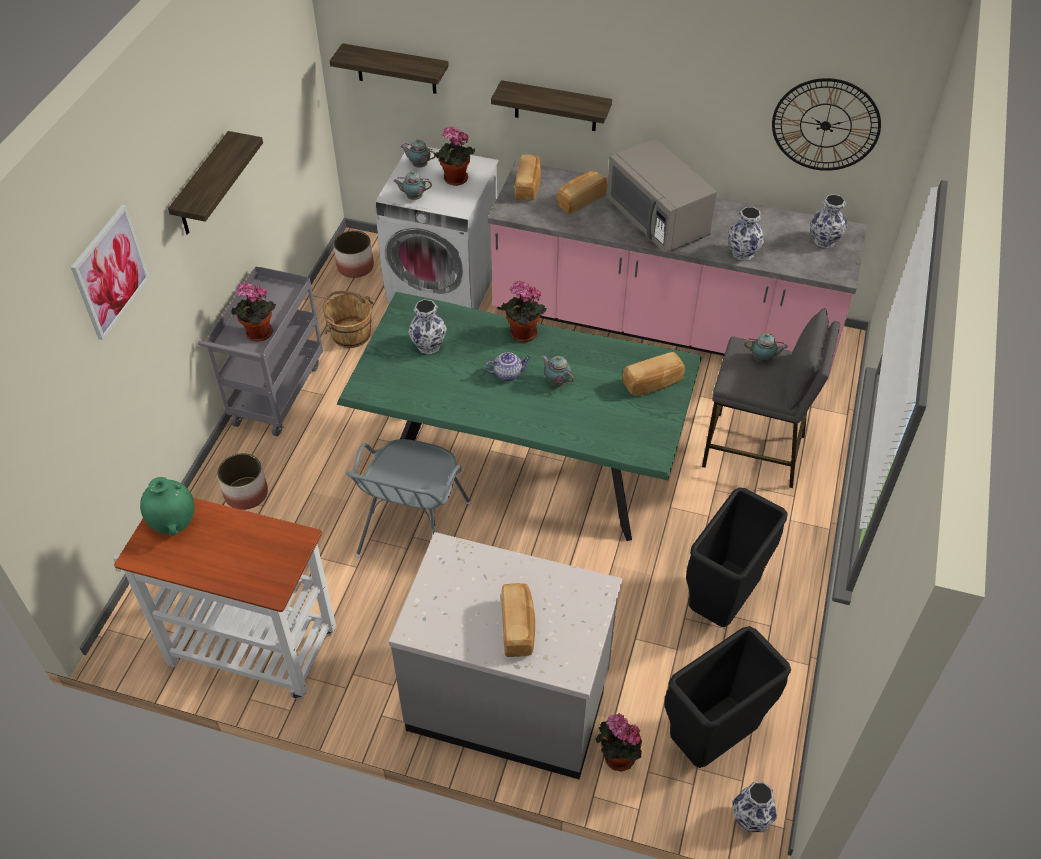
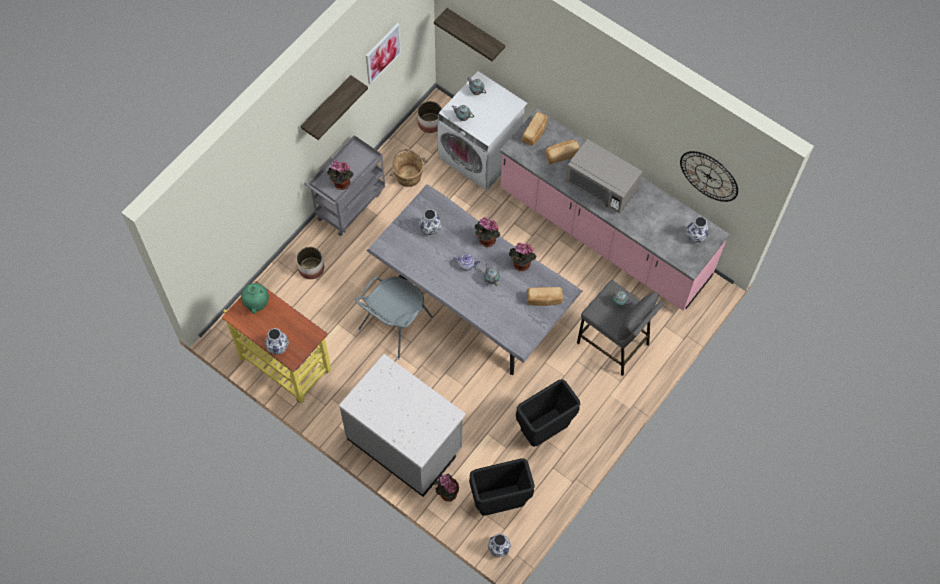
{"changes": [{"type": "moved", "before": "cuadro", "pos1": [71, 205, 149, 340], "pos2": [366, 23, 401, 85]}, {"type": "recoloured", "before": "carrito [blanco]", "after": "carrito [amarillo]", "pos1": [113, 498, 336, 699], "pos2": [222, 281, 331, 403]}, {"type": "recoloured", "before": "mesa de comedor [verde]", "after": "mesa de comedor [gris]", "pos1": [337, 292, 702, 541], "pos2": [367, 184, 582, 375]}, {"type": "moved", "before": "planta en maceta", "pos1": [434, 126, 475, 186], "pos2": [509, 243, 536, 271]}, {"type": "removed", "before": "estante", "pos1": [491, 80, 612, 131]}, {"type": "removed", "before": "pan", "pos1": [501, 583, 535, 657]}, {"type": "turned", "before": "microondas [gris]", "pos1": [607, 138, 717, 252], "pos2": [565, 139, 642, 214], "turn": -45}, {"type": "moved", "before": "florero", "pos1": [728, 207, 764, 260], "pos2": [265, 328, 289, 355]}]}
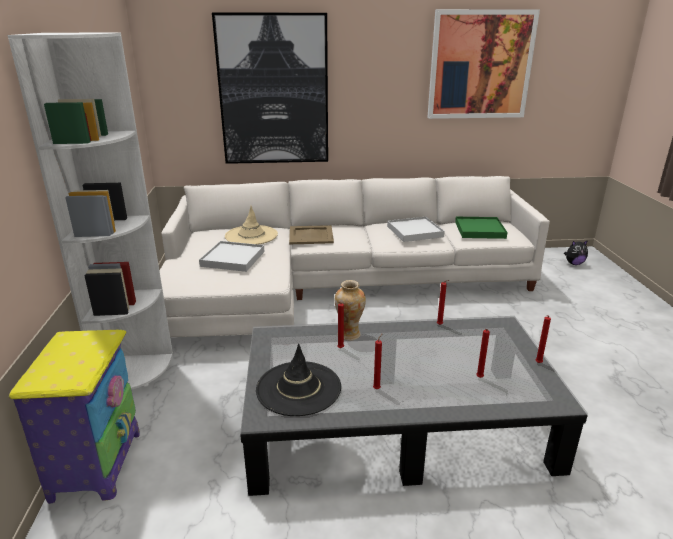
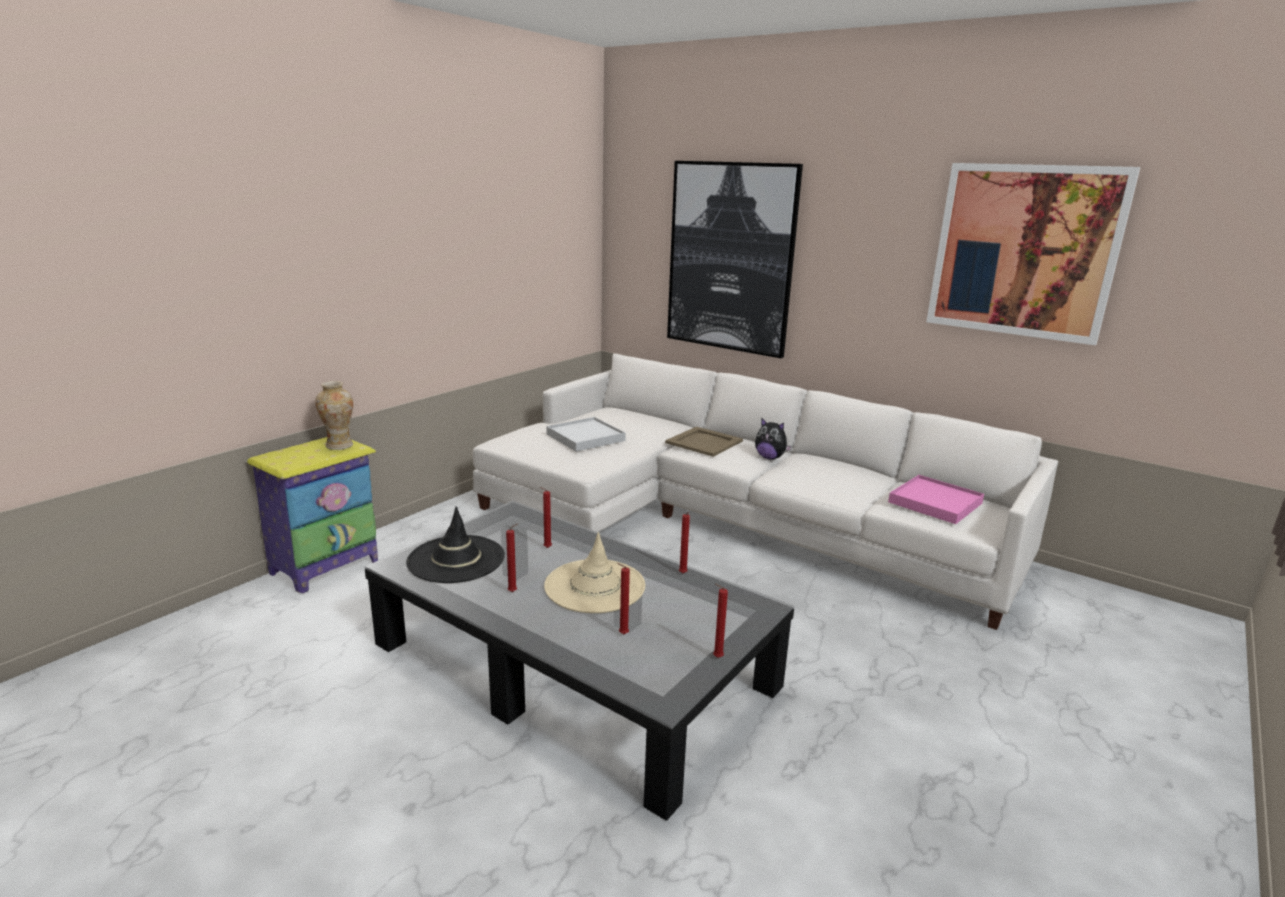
{"changes": [{"type": "removed", "before": "estantería [blanco]", "pos1": [7, 33, 173, 390]}, {"type": "moved", "before": "sombrero [beis]", "pos1": [225, 206, 278, 245], "pos2": [544, 532, 645, 613]}, {"type": "moved", "before": "florero", "pos1": [335, 280, 366, 341], "pos2": [315, 381, 353, 450]}, {"type": "removed", "before": "bandeja [blanco]", "pos1": [387, 217, 445, 242]}, {"type": "recoloured", "before": "bandeja [verde]", "after": "bandeja [rosa]", "pos1": [455, 217, 508, 239], "pos2": [888, 475, 984, 524]}, {"type": "moved", "before": "peluche", "pos1": [564, 240, 588, 265], "pos2": [755, 419, 792, 459]}]}
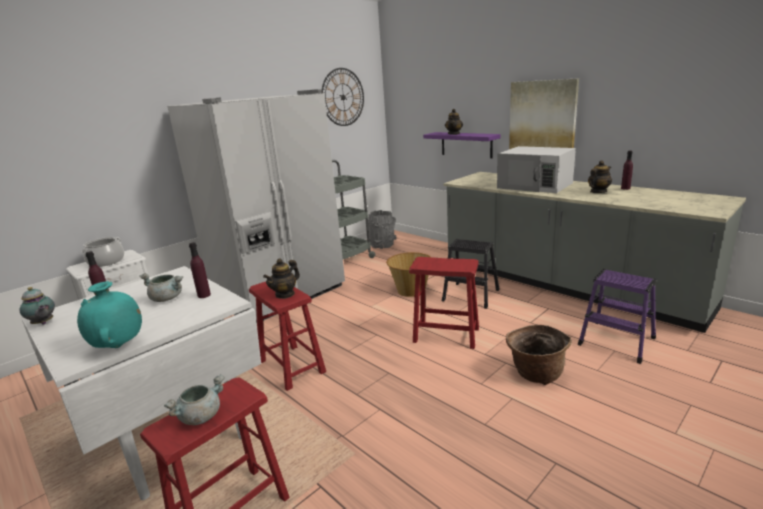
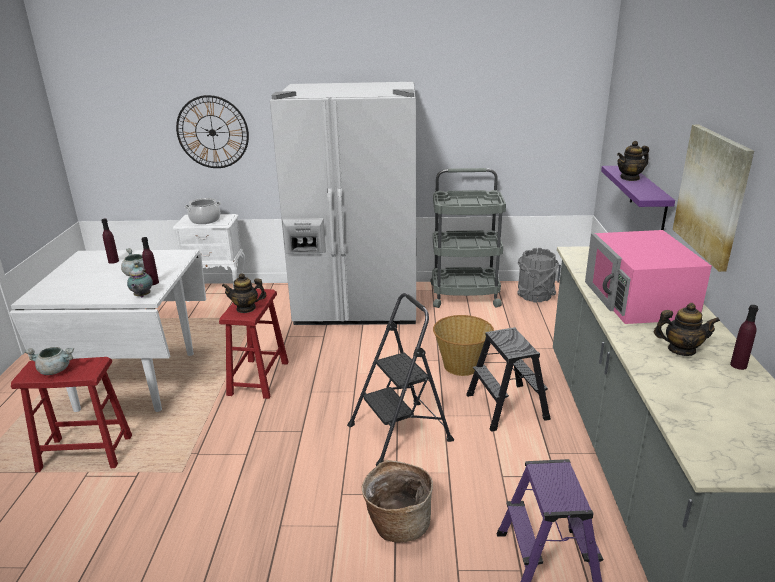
{"changes": [{"type": "moved", "before": "tetera", "pos1": [19, 287, 55, 324], "pos2": [127, 265, 153, 297]}, {"type": "removed", "before": "florero [turquesa]", "pos1": [77, 281, 142, 348]}, {"type": "moved", "before": "reloj de pared", "pos1": [322, 68, 364, 126], "pos2": [176, 95, 249, 168]}, {"type": "replaced", "before": "taburete [rojo]", "after": "escalera de tijera [negro]", "pos1": [409, 257, 479, 349], "pos2": [347, 293, 454, 466]}, {"type": "recoloured", "before": "microondas [blanco]", "after": "microondas [rosa]", "pos1": [497, 146, 576, 193], "pos2": [585, 230, 712, 324]}]}
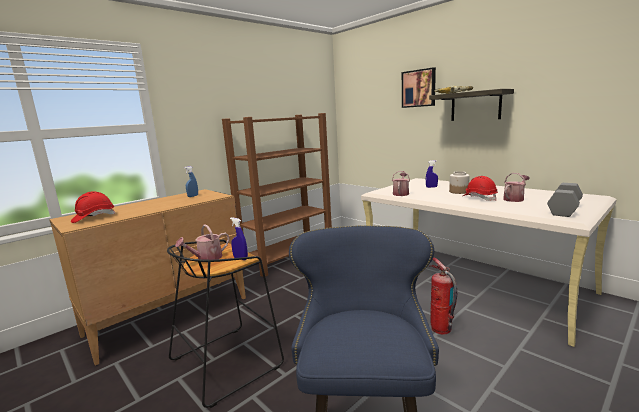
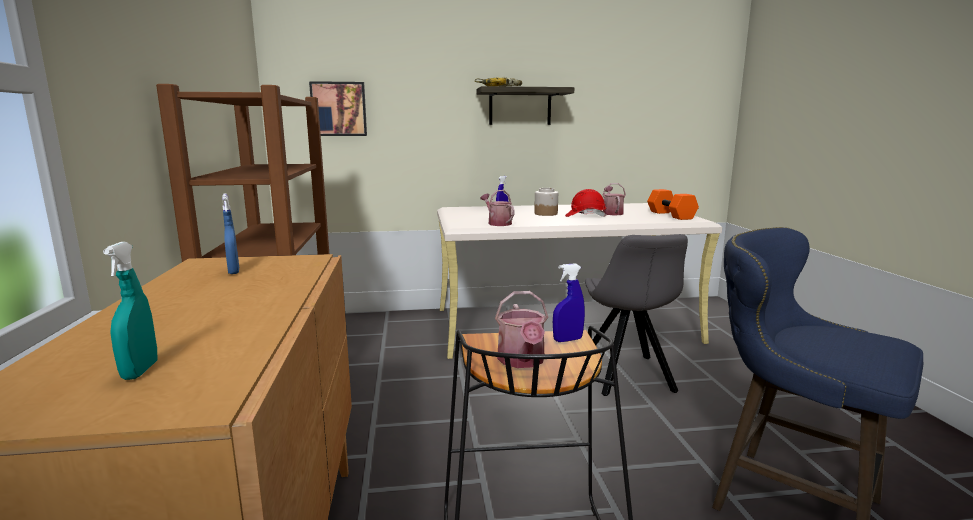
{"changes": [{"type": "replaced", "before": "casco [rojo]", "after": "pulverizador [turquesa]", "pos1": [71, 191, 116, 223], "pos2": [103, 242, 158, 380]}, {"type": "moved", "before": "cuadro", "pos1": [402, 67, 436, 108], "pos2": [309, 81, 367, 136]}, {"type": "replaced", "before": "extintor", "after": "silla [gris]", "pos1": [430, 257, 457, 334], "pos2": [585, 234, 688, 396]}, {"type": "recoloured", "before": "mancuerna [gris]", "after": "mancuerna [naranja]", "pos1": [547, 183, 583, 217], "pos2": [647, 189, 699, 220]}]}
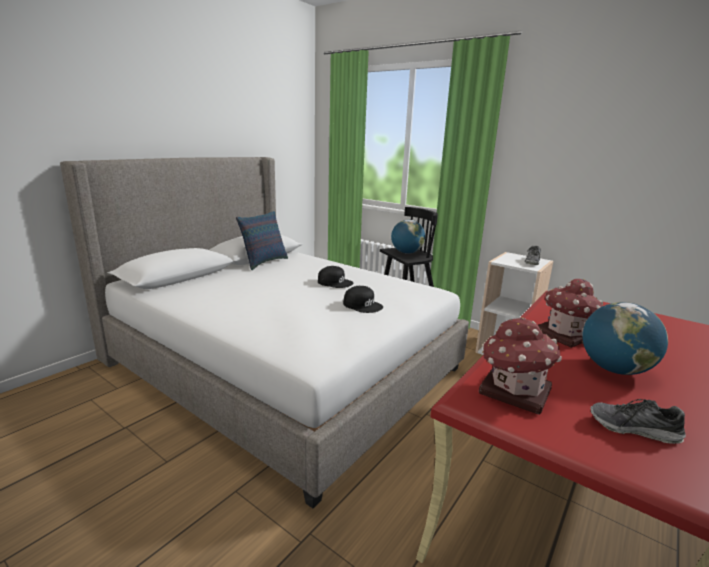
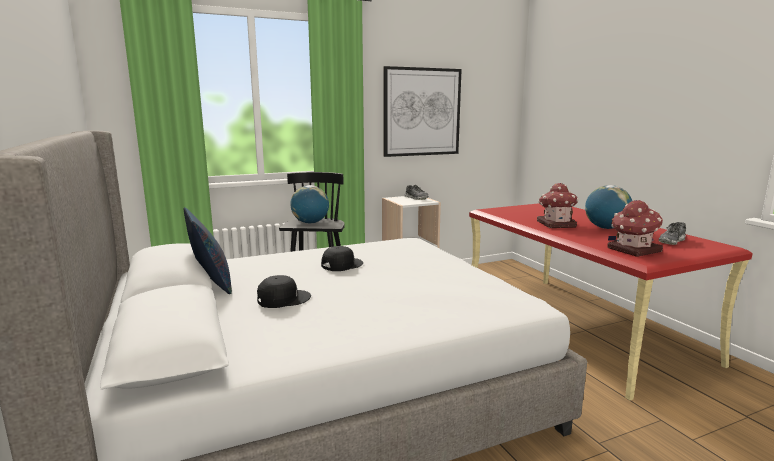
{"changes": [{"type": "moved", "before": "gorra [negro]", "pos1": [343, 286, 383, 313], "pos2": [257, 275, 311, 308]}, {"type": "added", "after": "cuadro", "pos2": [383, 66, 462, 157]}]}
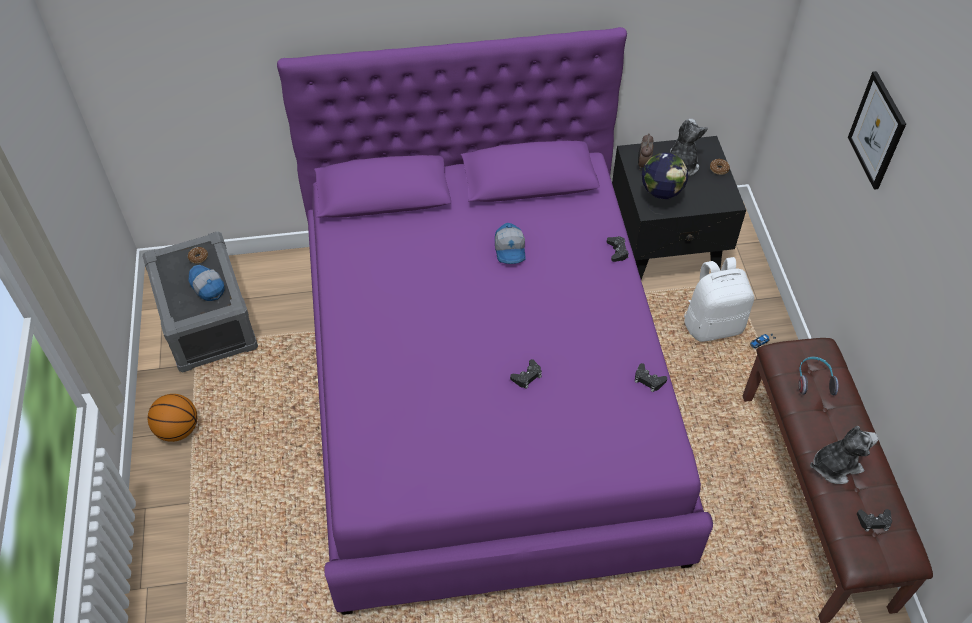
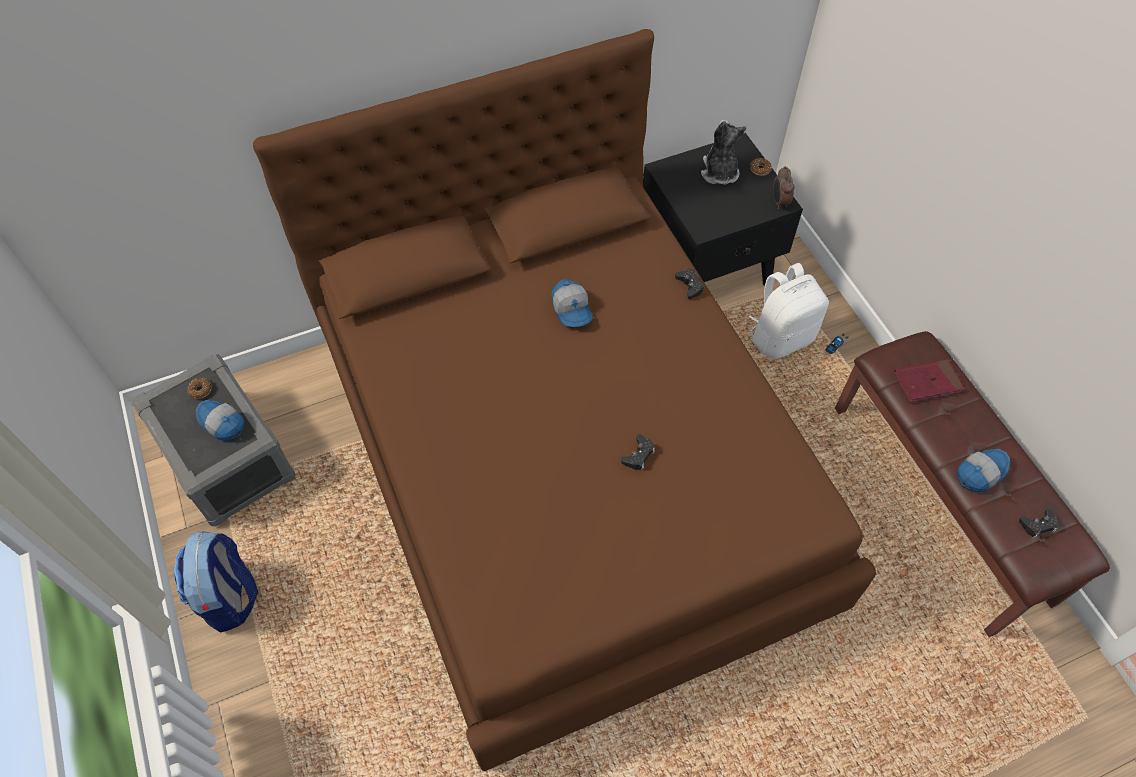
{"changes": [{"type": "replaced", "before": "balón de baloncesto", "after": "mochila", "pos1": [148, 394, 197, 442], "pos2": [174, 531, 258, 633]}, {"type": "recoloured", "before": "cama [morado]", "after": "cama [marrón]", "pos1": [277, 27, 713, 615], "pos2": [253, 29, 876, 771]}, {"type": "removed", "before": "mando de consola [negro]", "pos1": [635, 363, 667, 392]}, {"type": "moved", "before": "despertador", "pos1": [638, 133, 654, 170], "pos2": [773, 166, 795, 209]}, {"type": "removed", "before": "globo terráqueo", "pos1": [642, 152, 688, 215]}, {"type": "replaced", "before": "auriculares", "after": "libro [rojo]", "pos1": [798, 357, 839, 395], "pos2": [894, 359, 965, 403]}, {"type": "replaced", "before": "peluche", "after": "gorra", "pos1": [810, 426, 878, 484], "pos2": [957, 449, 1011, 493]}, {"type": "removed", "before": "cuadro", "pos1": [848, 71, 906, 190]}]}
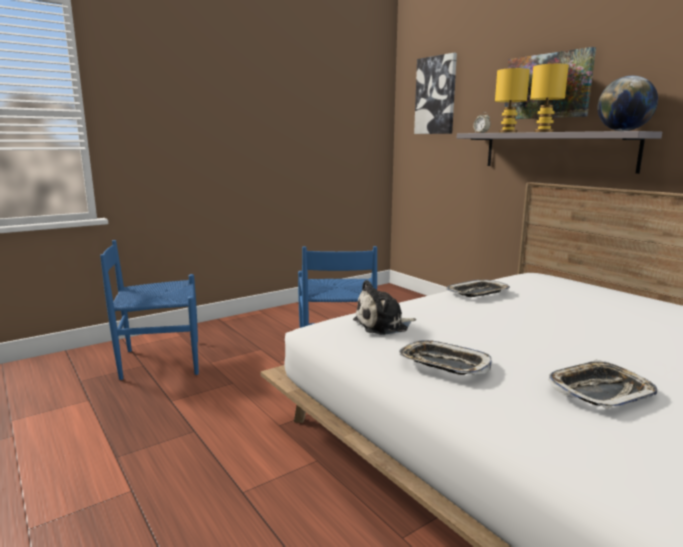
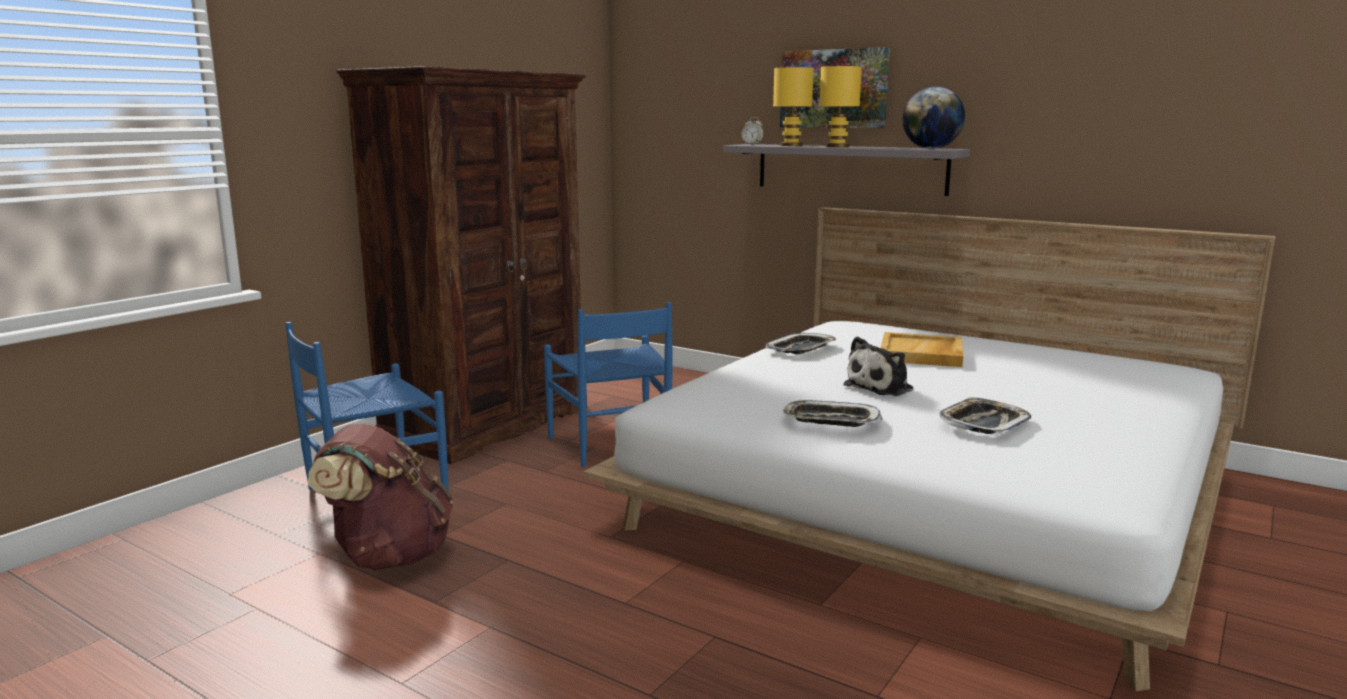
{"changes": [{"type": "moved", "before": "peluche", "pos1": [353, 280, 416, 335], "pos2": [843, 337, 914, 396]}, {"type": "removed", "before": "cuadro", "pos1": [414, 53, 457, 134]}, {"type": "added", "after": "mochila [marrón]", "pos2": [308, 424, 453, 570]}, {"type": "added", "after": "armario ropero [marrón]", "pos2": [337, 66, 586, 464]}, {"type": "added", "after": "bandeja [beis]", "pos2": [881, 332, 963, 367]}]}
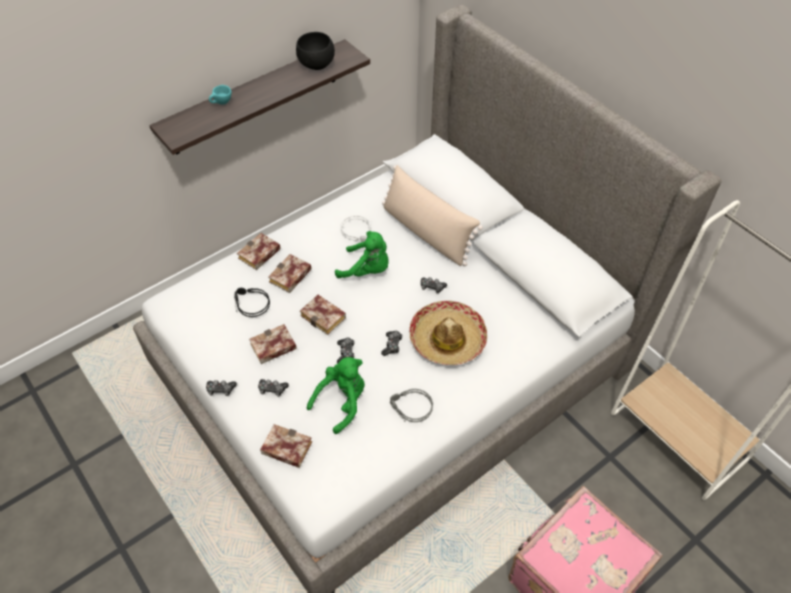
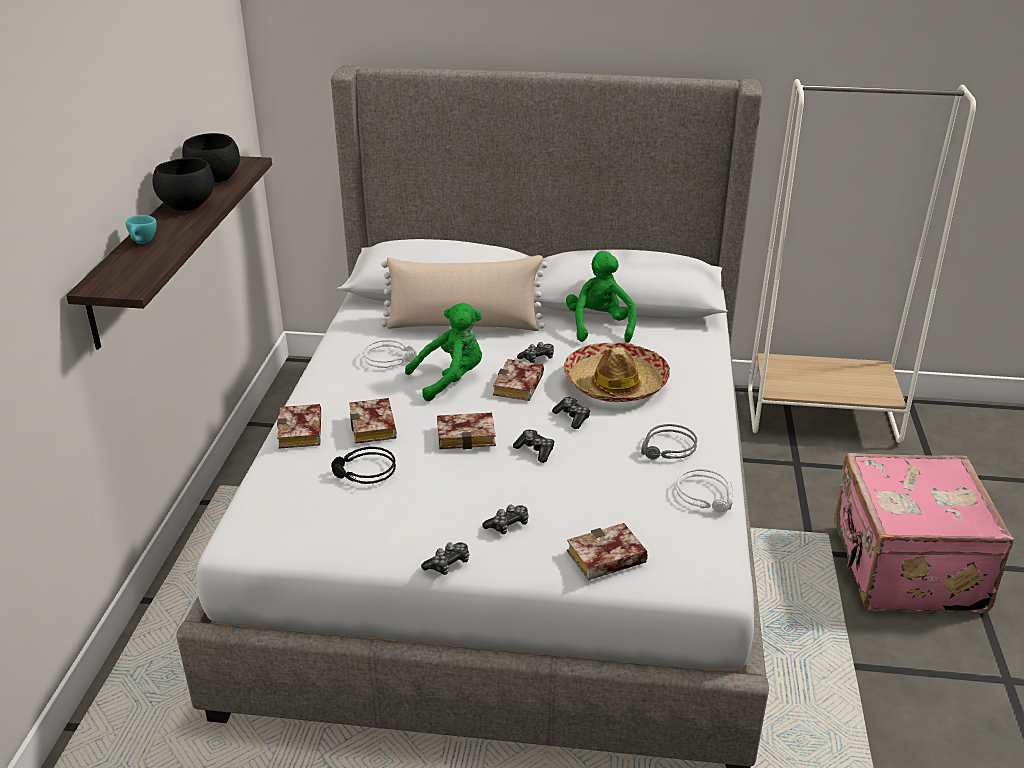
{"changes": [{"type": "moved", "before": "libro", "pos1": [249, 324, 297, 364], "pos2": [493, 359, 544, 401]}, {"type": "moved", "before": "peluche [verde]", "pos1": [307, 357, 365, 434], "pos2": [566, 251, 637, 343]}, {"type": "added", "after": "cuenco [negro]", "pos2": [152, 158, 214, 211]}, {"type": "added", "after": "auriculares [gris]", "pos2": [676, 469, 733, 514]}]}
